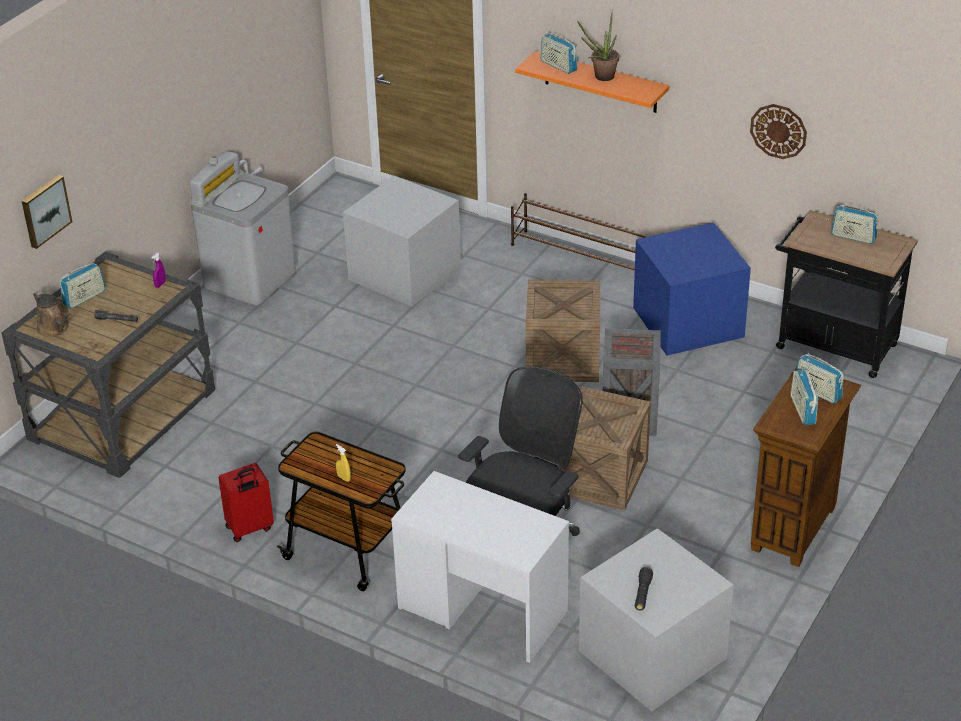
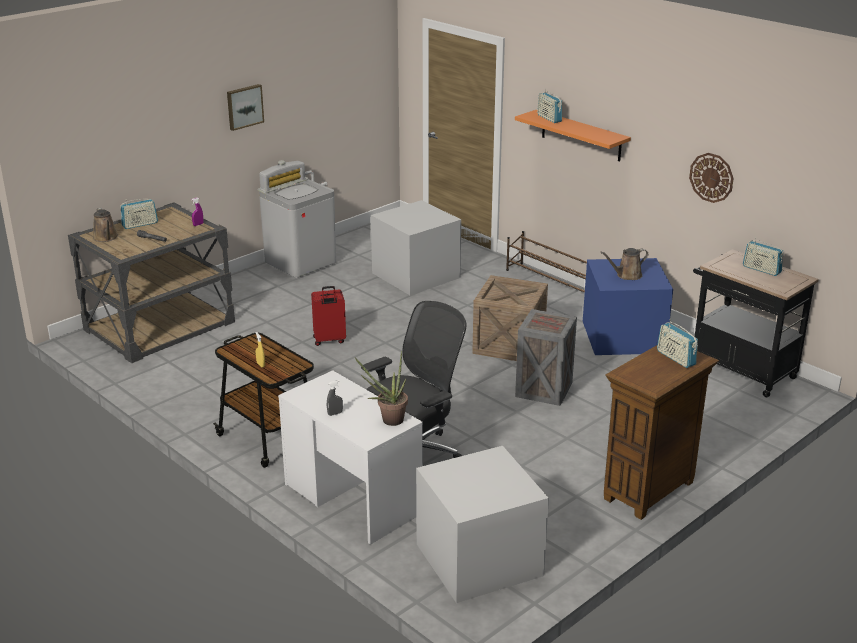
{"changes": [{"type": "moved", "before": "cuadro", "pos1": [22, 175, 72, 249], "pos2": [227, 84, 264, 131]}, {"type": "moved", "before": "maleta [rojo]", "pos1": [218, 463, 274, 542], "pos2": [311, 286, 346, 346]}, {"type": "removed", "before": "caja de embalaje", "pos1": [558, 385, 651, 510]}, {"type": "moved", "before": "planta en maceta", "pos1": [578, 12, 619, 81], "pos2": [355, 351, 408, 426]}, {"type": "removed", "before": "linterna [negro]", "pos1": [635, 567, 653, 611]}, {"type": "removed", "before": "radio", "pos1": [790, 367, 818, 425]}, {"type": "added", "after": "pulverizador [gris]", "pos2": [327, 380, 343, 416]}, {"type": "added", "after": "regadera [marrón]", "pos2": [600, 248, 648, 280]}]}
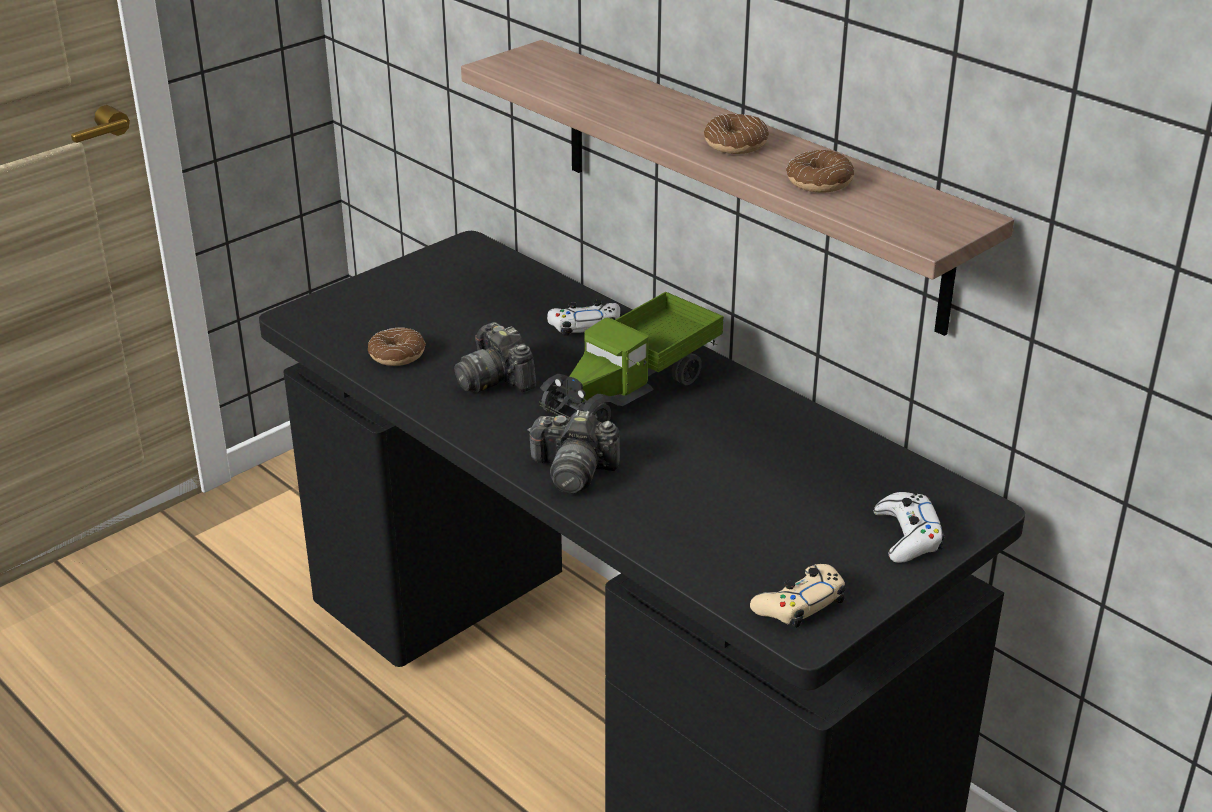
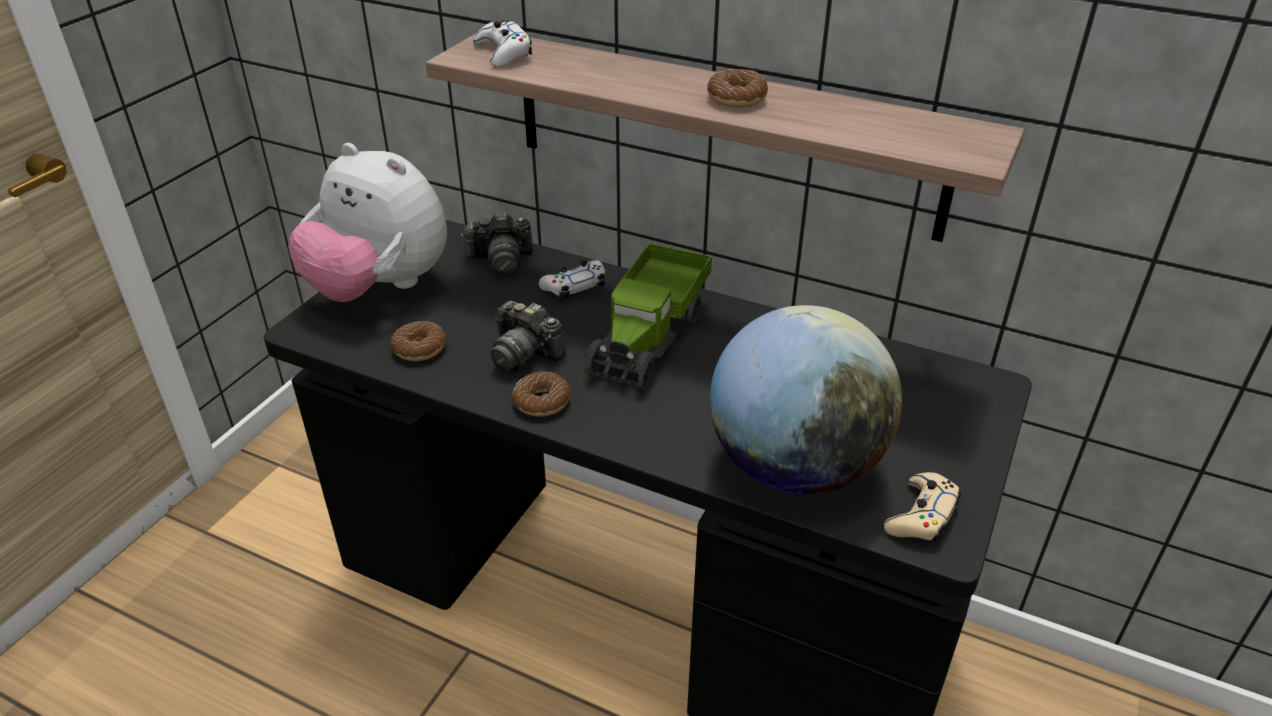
{"changes": [{"type": "moved", "before": "cámara", "pos1": [527, 410, 620, 494], "pos2": [461, 212, 533, 275]}, {"type": "moved", "before": "rosquilla", "pos1": [786, 150, 854, 193], "pos2": [512, 371, 571, 417]}, {"type": "moved", "before": "mando de consola [blanco]", "pos1": [874, 492, 944, 563], "pos2": [473, 20, 532, 68]}, {"type": "added", "after": "peluche", "pos2": [288, 143, 447, 302]}, {"type": "added", "after": "globo terráqueo", "pos2": [710, 305, 902, 495]}]}
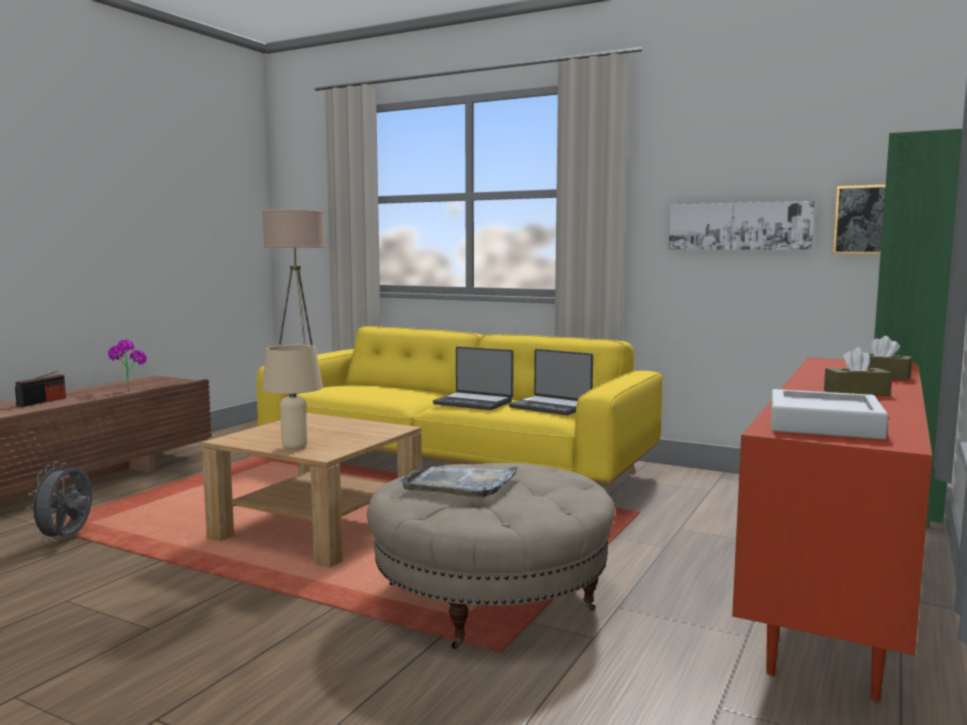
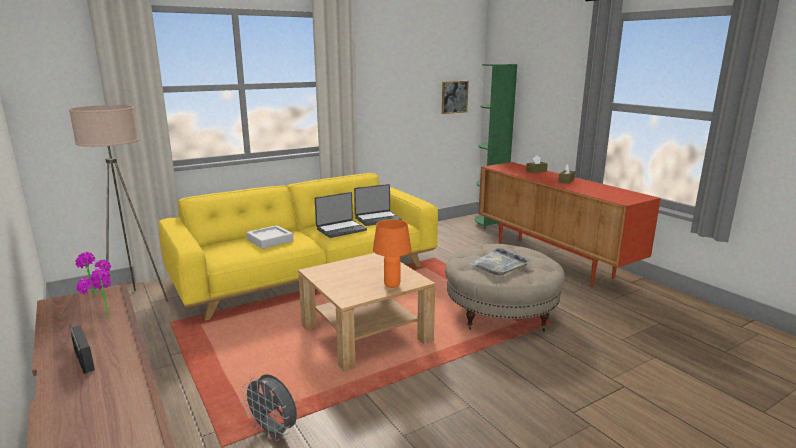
{"changes": [{"type": "recoloured", "before": "lámpara de mesa [beis]", "after": "lámpara de mesa [naranja]", "pos1": [262, 345, 323, 449], "pos2": [373, 219, 411, 288]}, {"type": "removed", "before": "cuadro", "pos1": [669, 201, 815, 250]}, {"type": "moved", "before": "bandeja [gris]", "pos1": [771, 389, 888, 440], "pos2": [246, 225, 293, 249]}, {"type": "added", "after": "planta en maceta", "pos2": [75, 252, 111, 298]}]}
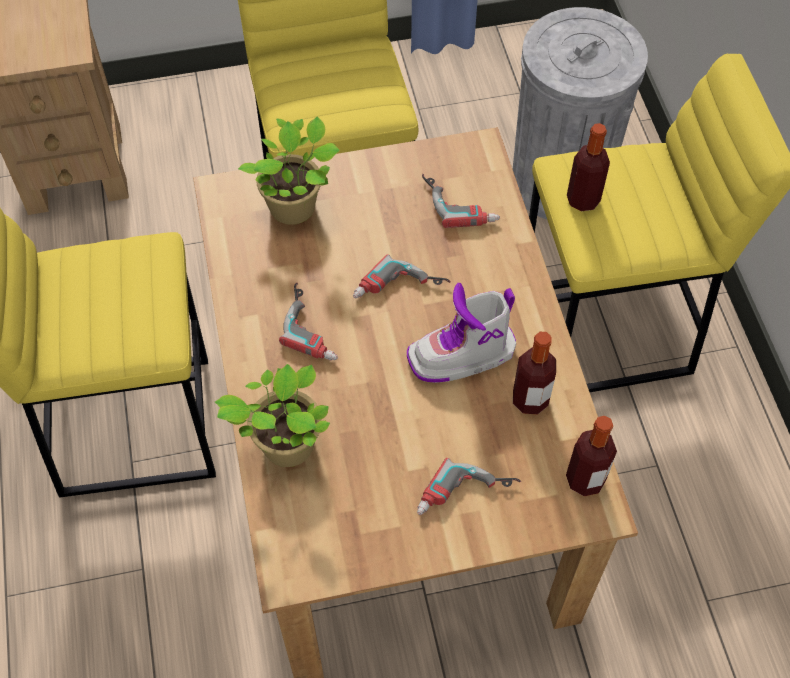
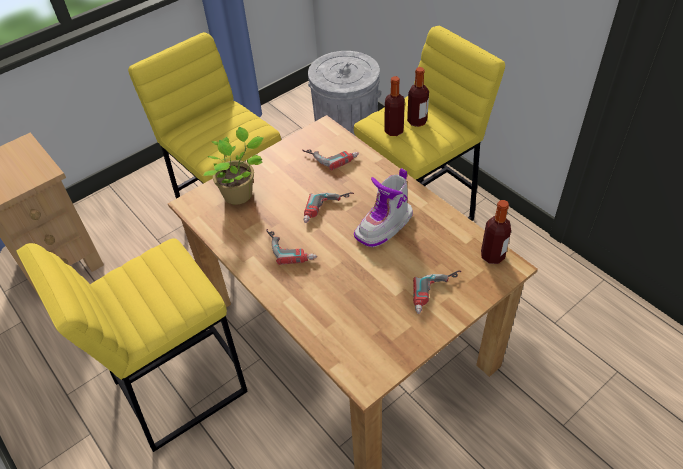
{"changes": [{"type": "removed", "before": "planta en maceta", "pos1": [215, 364, 330, 467]}, {"type": "moved", "before": "botella", "pos1": [513, 332, 556, 414], "pos2": [407, 67, 429, 127]}]}
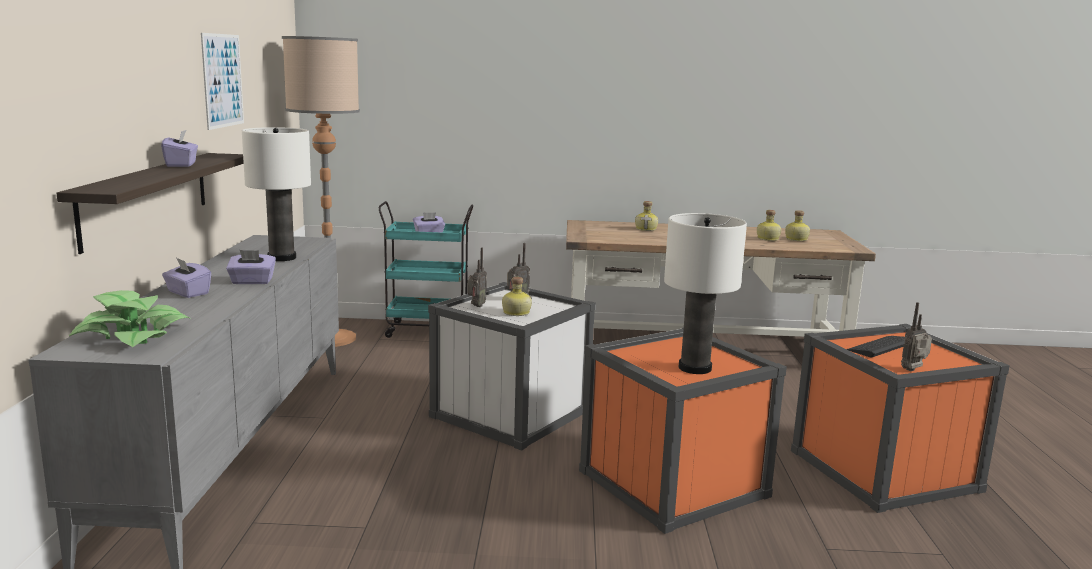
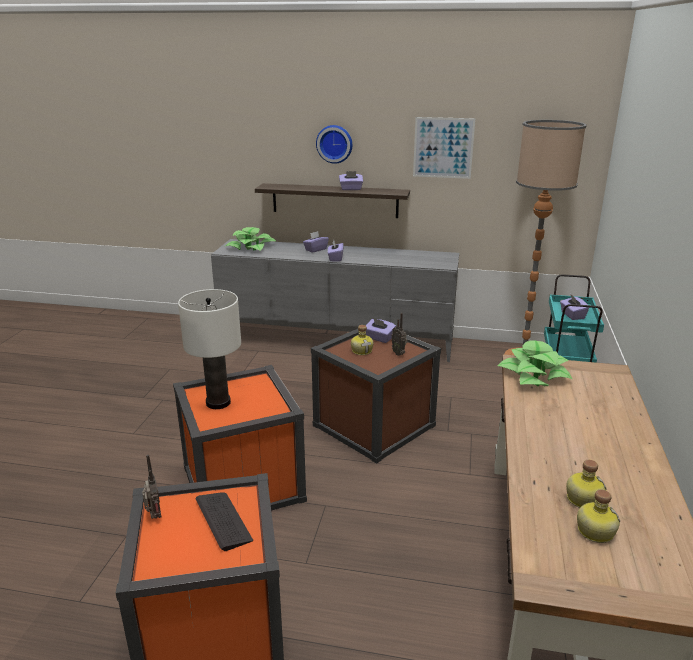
{"changes": [{"type": "removed", "before": "lámpara de mesa [blanco]", "pos1": [242, 127, 311, 261]}, {"type": "recoloured", "before": "caja de almacenaje [blanco]", "after": "caja de almacenaje [marrón]", "pos1": [428, 282, 596, 451], "pos2": [311, 325, 441, 464]}, {"type": "replaced", "before": "radio", "after": "caja de pañuelos [morado]", "pos1": [467, 247, 487, 307], "pos2": [366, 318, 396, 343]}, {"type": "removed", "before": "botella", "pos1": [635, 201, 658, 231]}, {"type": "added", "after": "reloj de pared", "pos2": [316, 125, 352, 163]}, {"type": "added", "after": "planta en maceta", "pos2": [497, 340, 572, 386]}]}
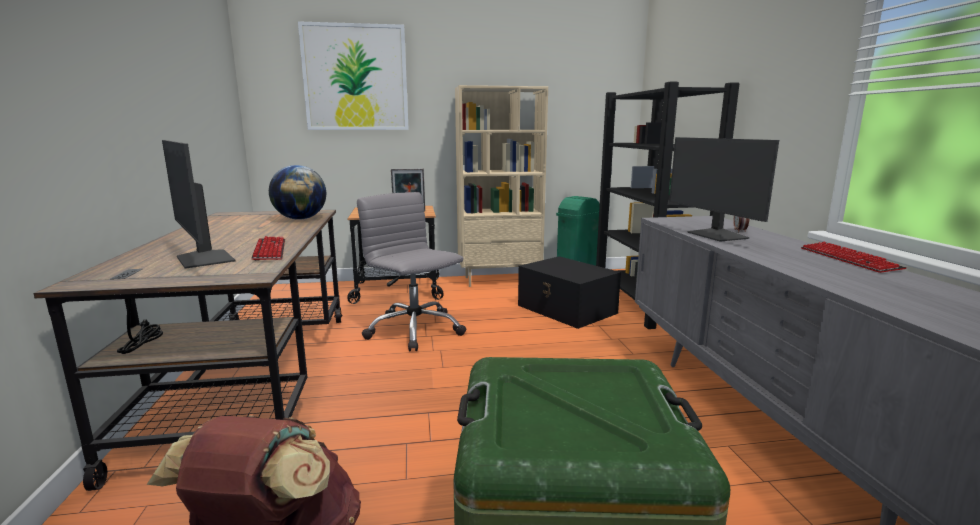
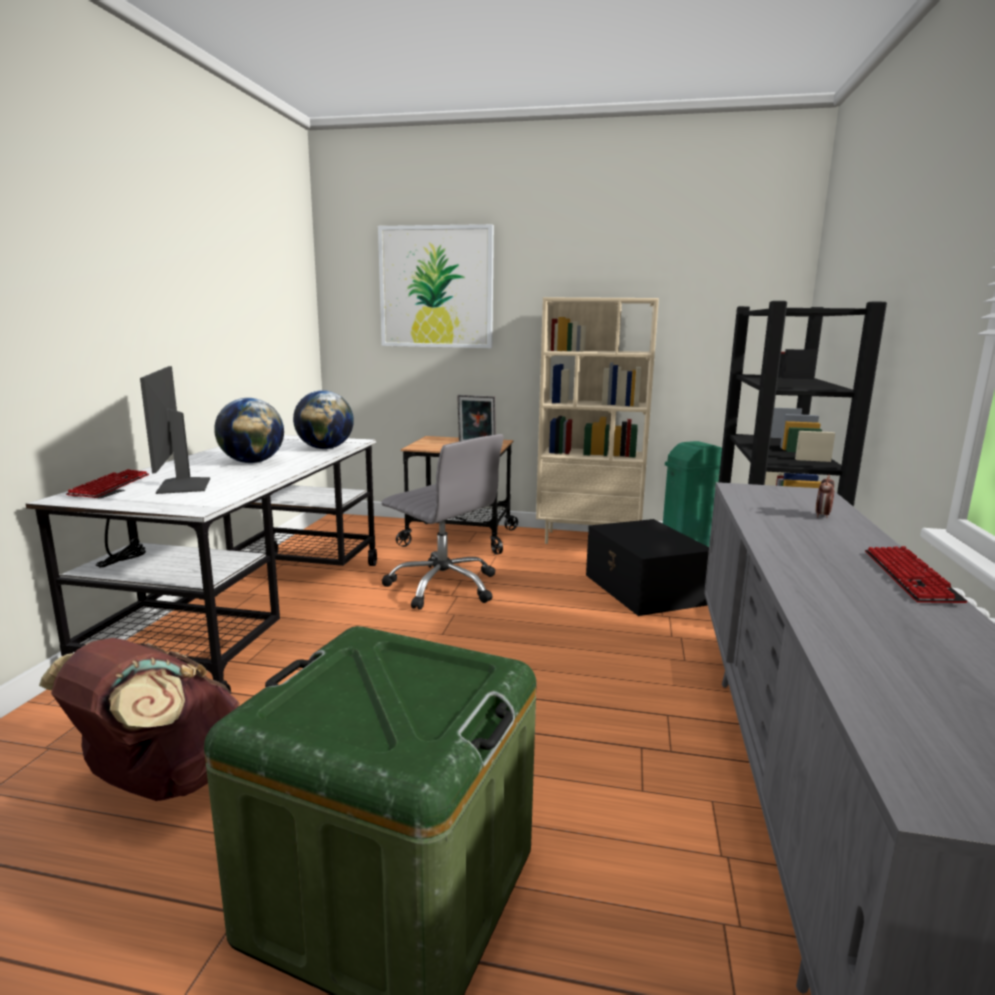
{"changes": [{"type": "recoloured", "before": "escritorio [marrón]", "after": "escritorio [blanco]", "pos1": [33, 210, 342, 491], "pos2": [26, 435, 377, 691]}, {"type": "moved", "before": "teclado", "pos1": [251, 236, 285, 261], "pos2": [66, 469, 149, 498]}, {"type": "turned", "before": "silla de oficina [gris]", "pos1": [357, 192, 466, 351], "pos2": [381, 434, 504, 610], "turn": 150}, {"type": "removed", "before": "monitor", "pos1": [669, 137, 779, 242]}, {"type": "added", "after": "globo terráqueo", "pos2": [214, 398, 284, 463]}]}
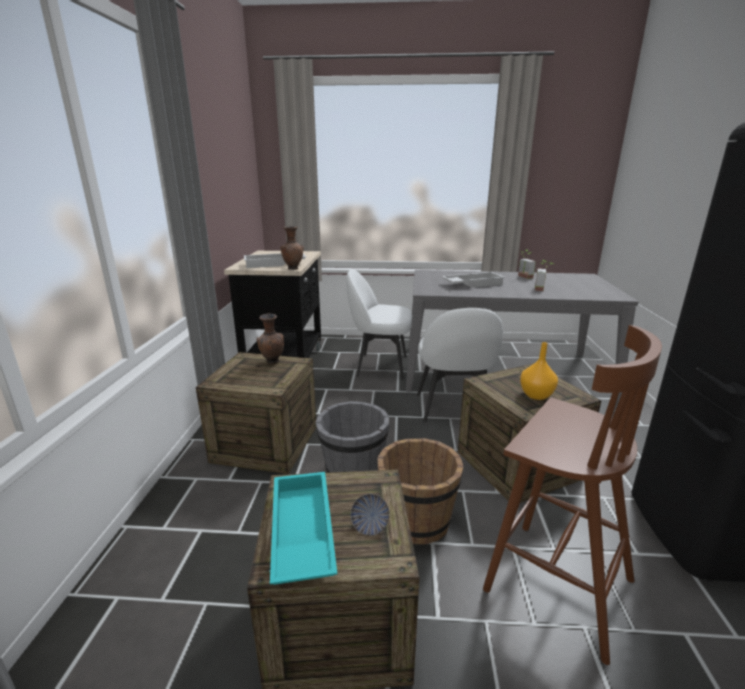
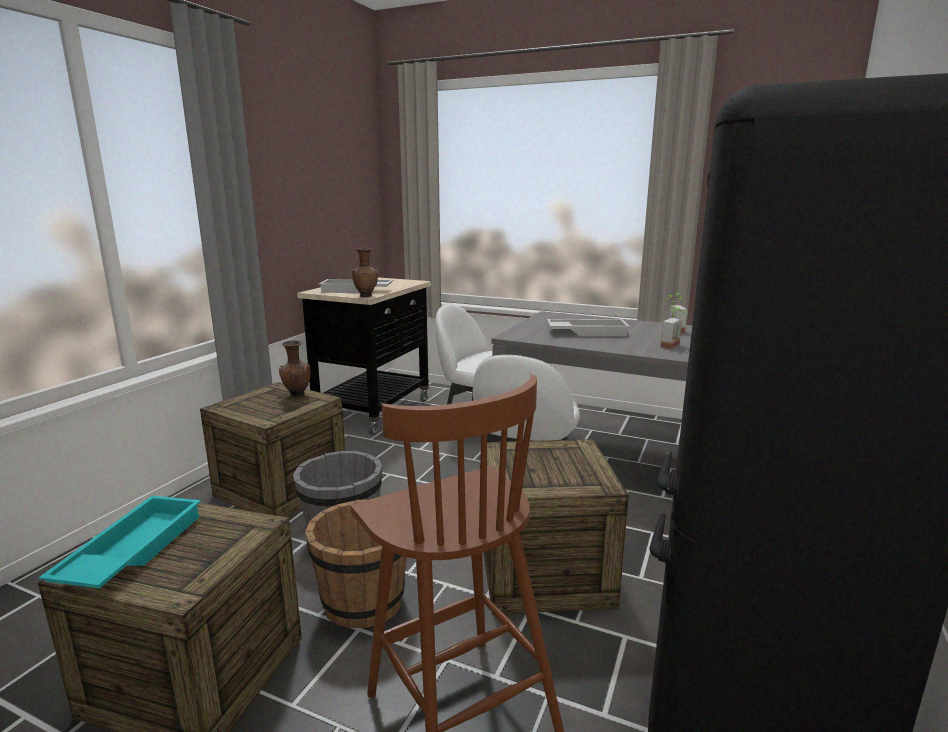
{"changes": [{"type": "removed", "before": "cuenco", "pos1": [351, 494, 389, 536]}, {"type": "removed", "before": "florero [naranja]", "pos1": [520, 342, 558, 400]}]}
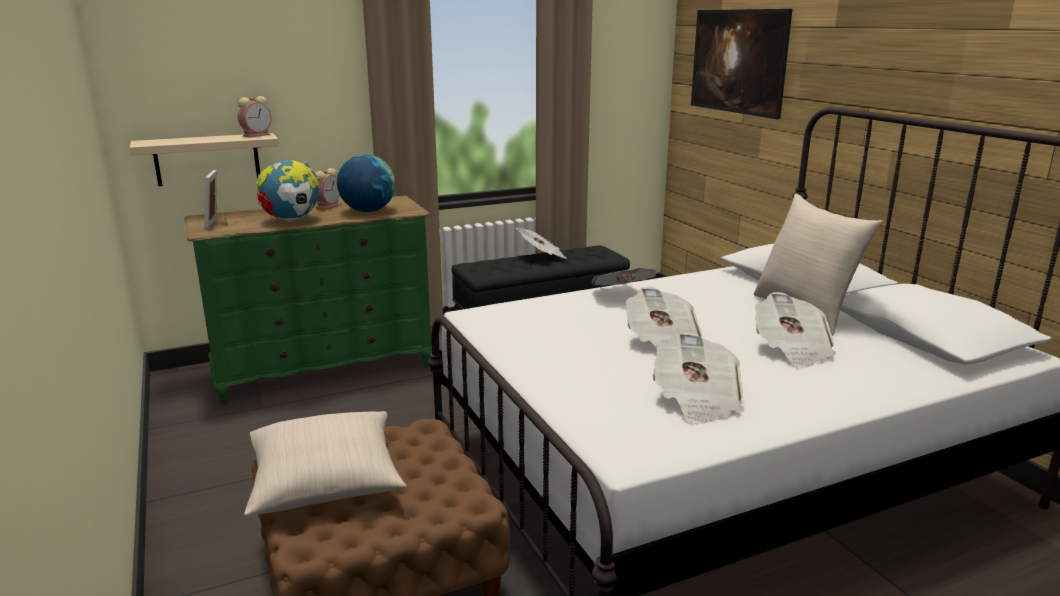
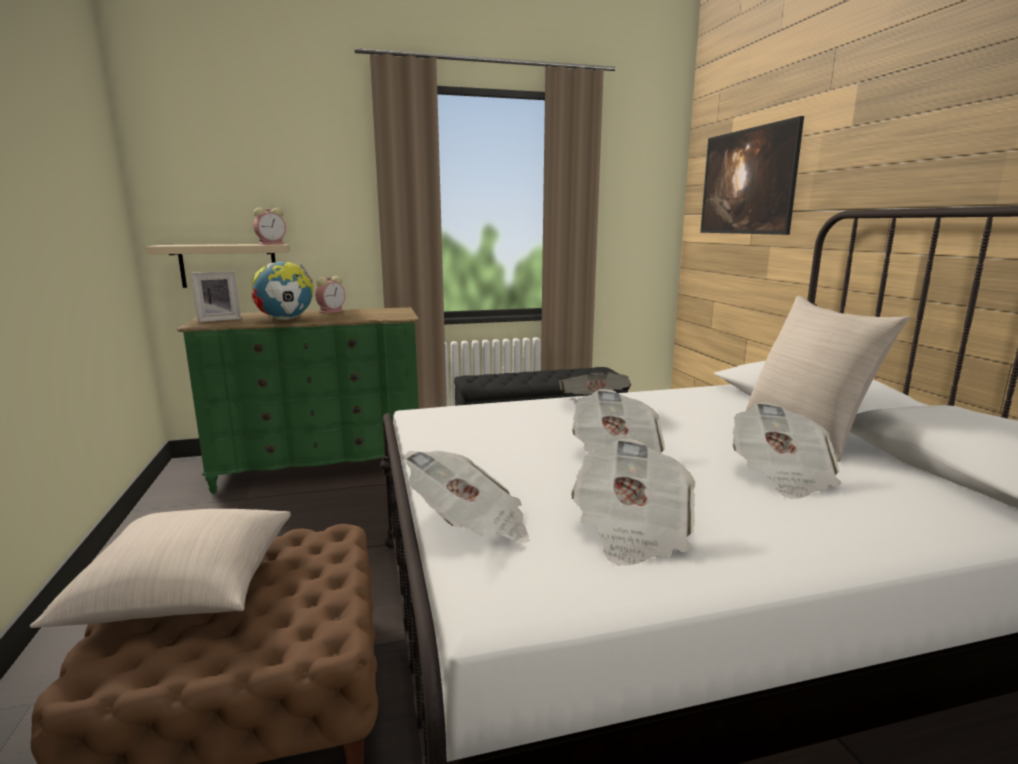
{"changes": [{"type": "turned", "before": "portarretratos", "pos1": [204, 170, 228, 229], "pos2": [191, 271, 241, 322], "turn": -120}, {"type": "removed", "before": "globo terráqueo", "pos1": [337, 154, 395, 212]}, {"type": "moved", "before": "periódico", "pos1": [516, 228, 567, 259], "pos2": [404, 451, 530, 543]}]}
